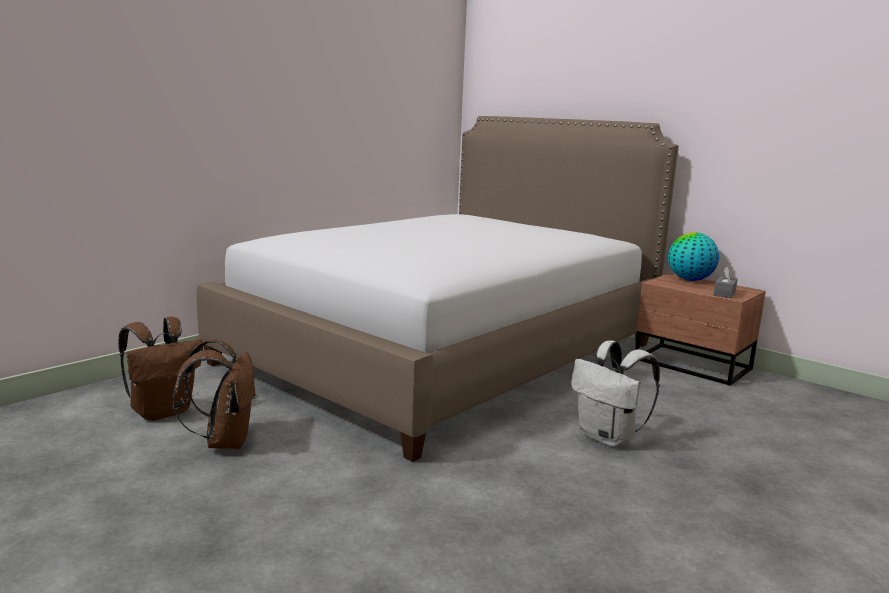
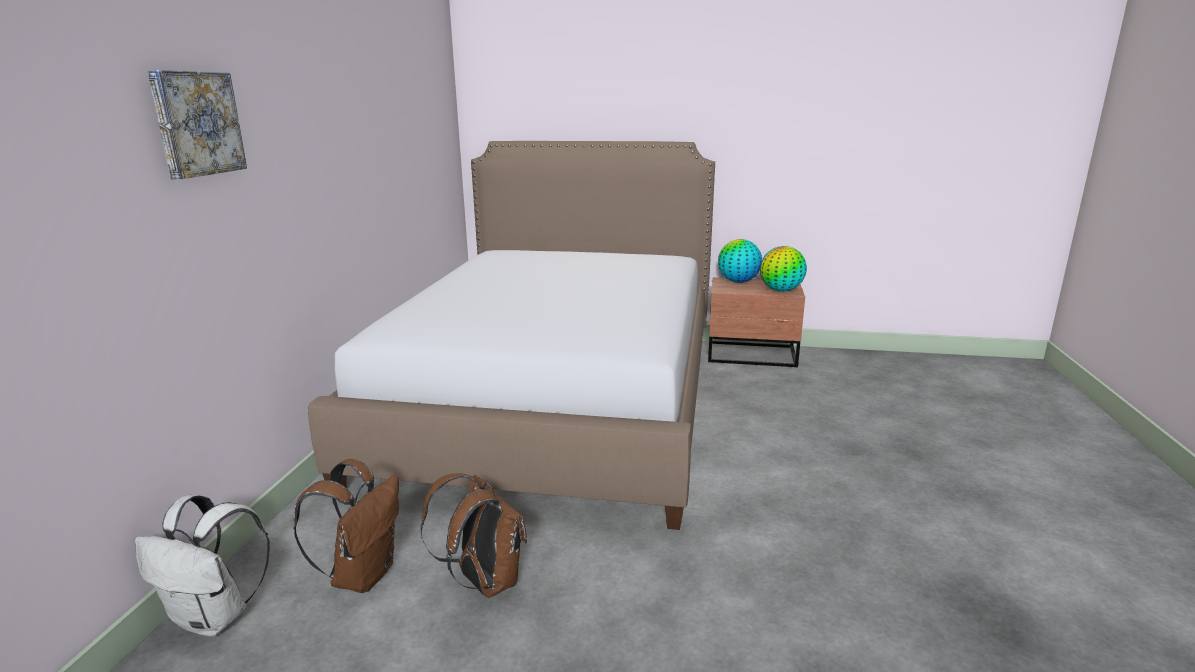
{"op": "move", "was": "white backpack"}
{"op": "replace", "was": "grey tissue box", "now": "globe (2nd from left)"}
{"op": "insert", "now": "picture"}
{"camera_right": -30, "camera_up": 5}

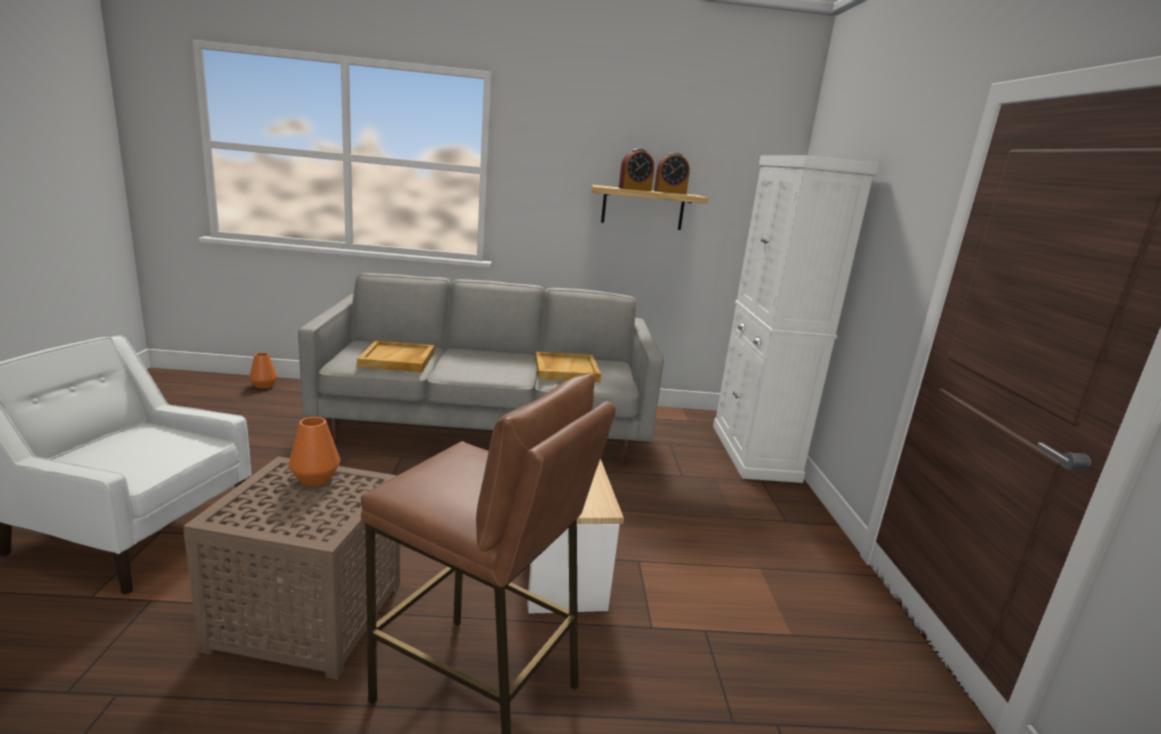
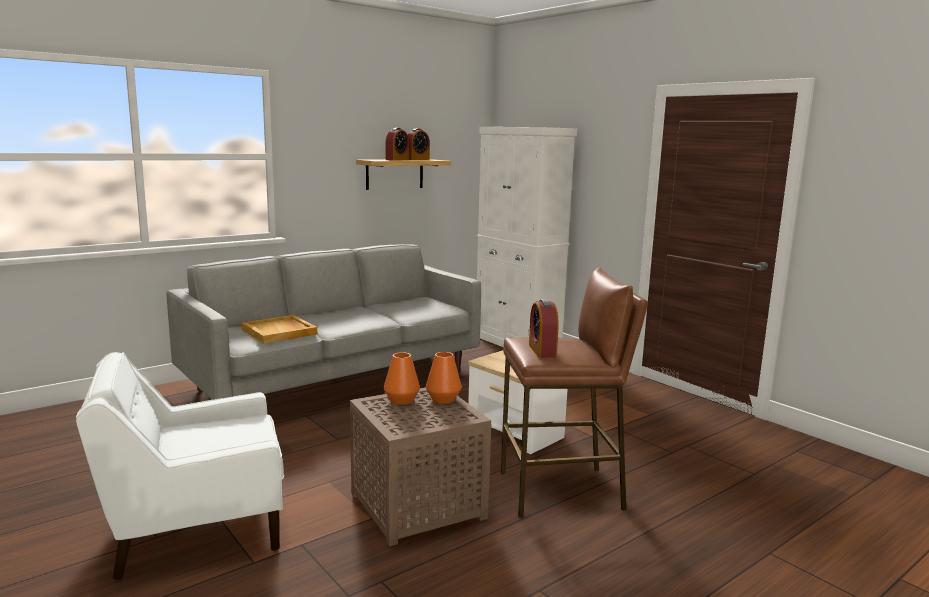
{"op": "move", "was": "orange vase (1st from left in the first image)", "now": "orange vase (2nd from left)"}
{"op": "delete", "was": "beige tray (2nd from left)"}
{"op": "insert", "now": "alarm clock (3rd from left)"}
{"camera_right": -35, "camera_up": -5}

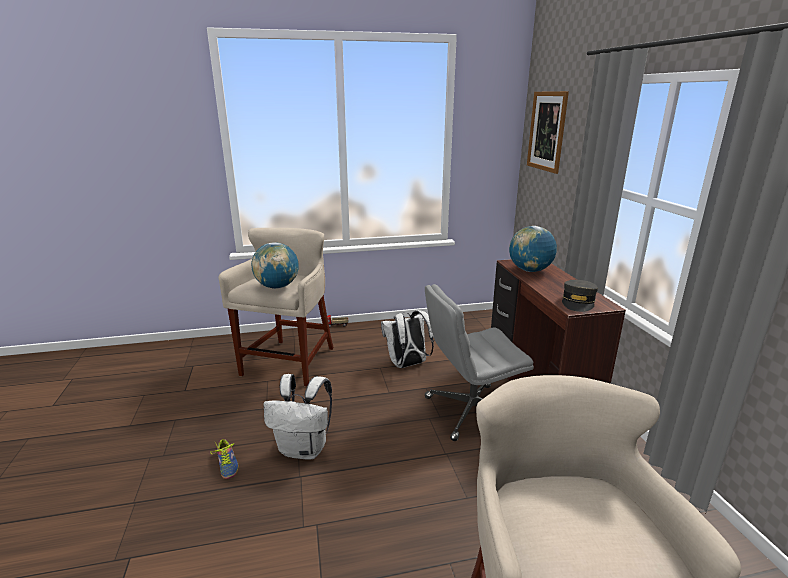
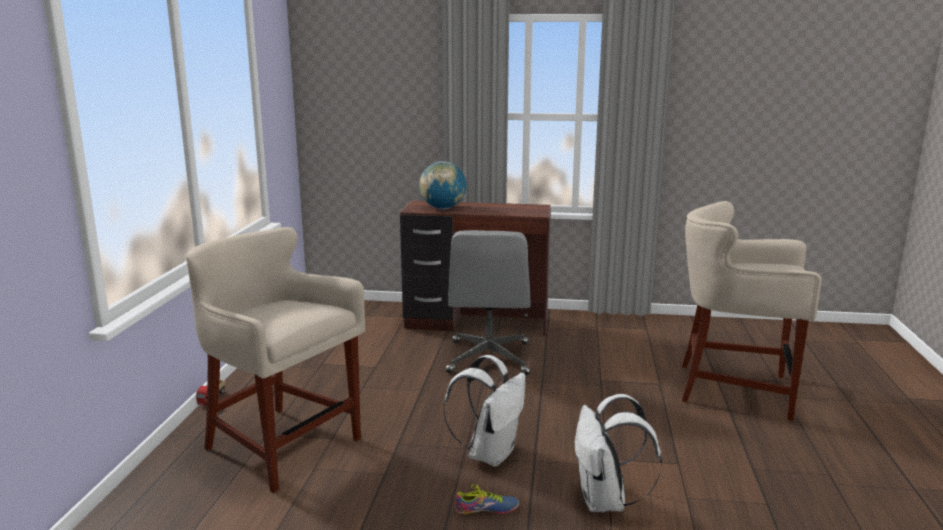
{"op": "delete", "was": "globe (1st from left)"}
{"op": "move", "was": "white backpack (2nd from left)"}
{"op": "delete", "was": "picture"}
{"op": "delete", "was": "grey cap"}
{"camera_right": -70, "camera_up": -5}

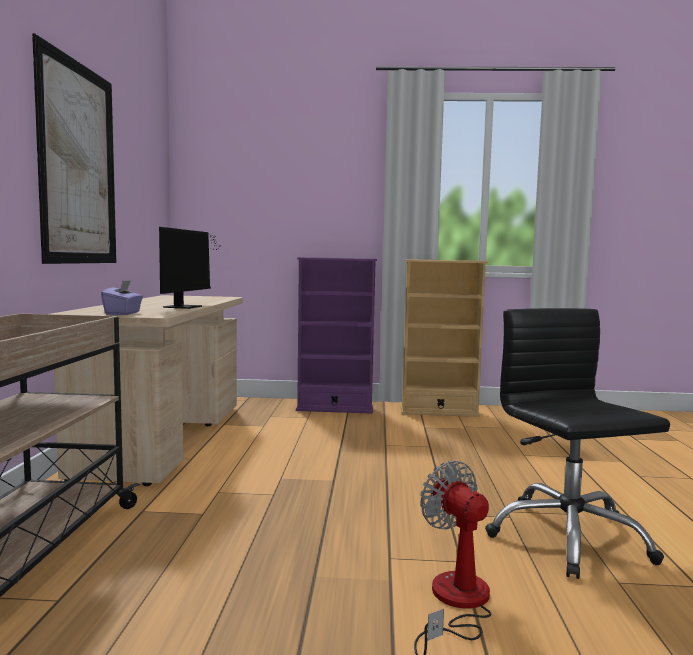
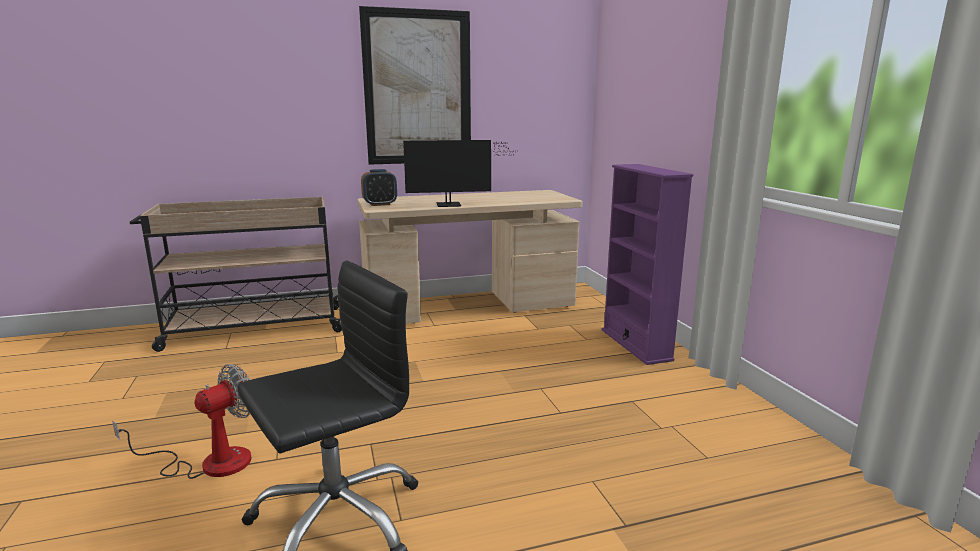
{"op": "replace", "was": "purple tissue box", "now": "alarm clock"}
{"op": "delete", "was": "beige bookcase"}
{"camera_right": 70, "camera_up": 10}

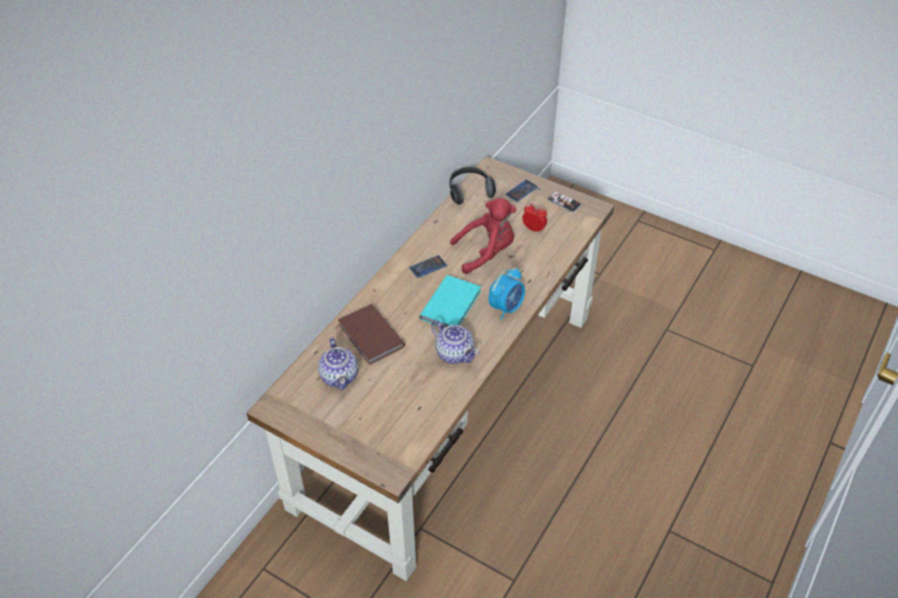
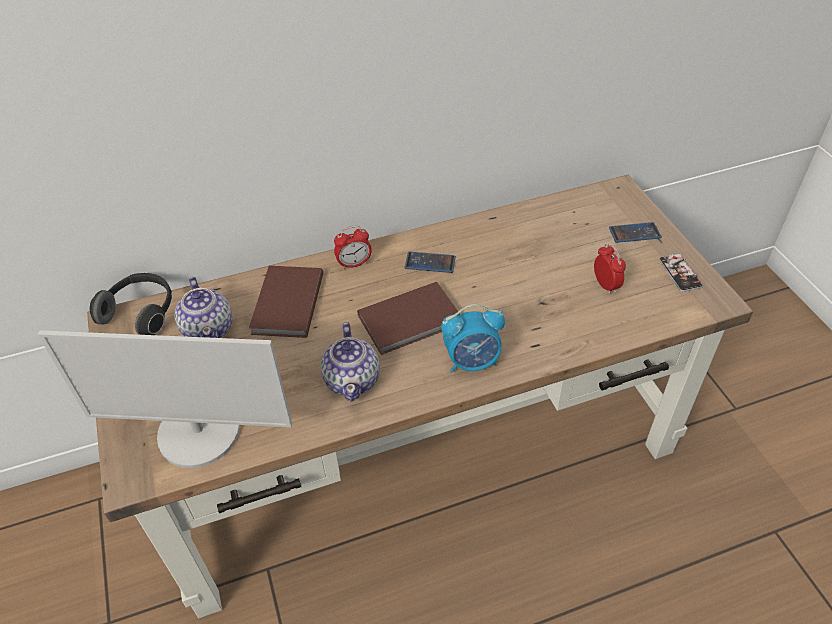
{"op": "rotate", "was": "teapot (1st from left)", "clockwise": -45}
{"op": "recolor", "was": "turquoise book", "now": "brown book (2nd from left)"}
{"op": "move", "was": "headphones"}
{"op": "delete", "was": "red plush toy"}
{"op": "insert", "now": "monitor"}
{"op": "insert", "now": "alarm clock (1st from left)"}
{"camera_right": 40, "camera_up": 0}

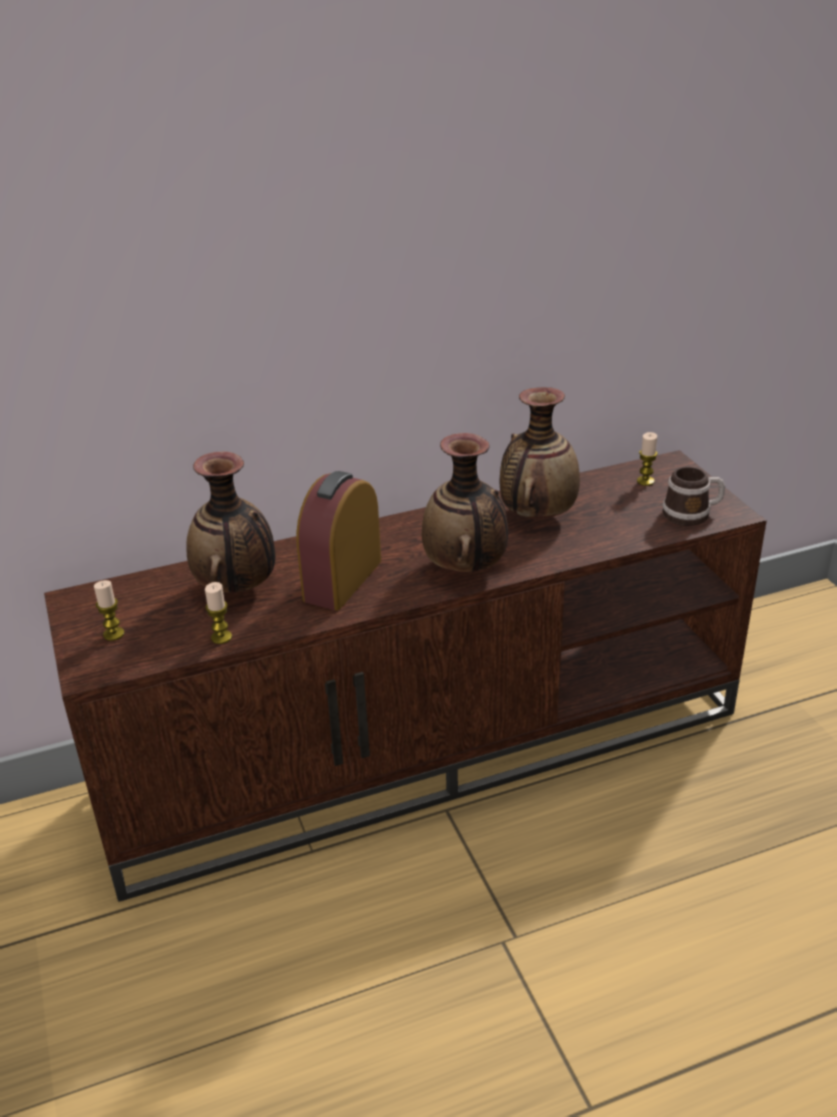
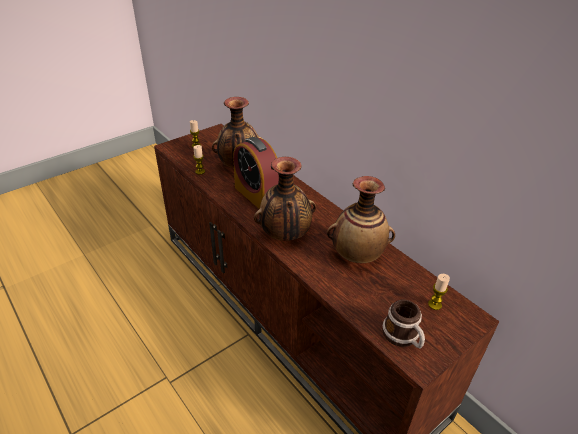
{"op": "rotate", "was": "alarm clock", "clockwise": -135}
{"camera_right": 70, "camera_up": 5}

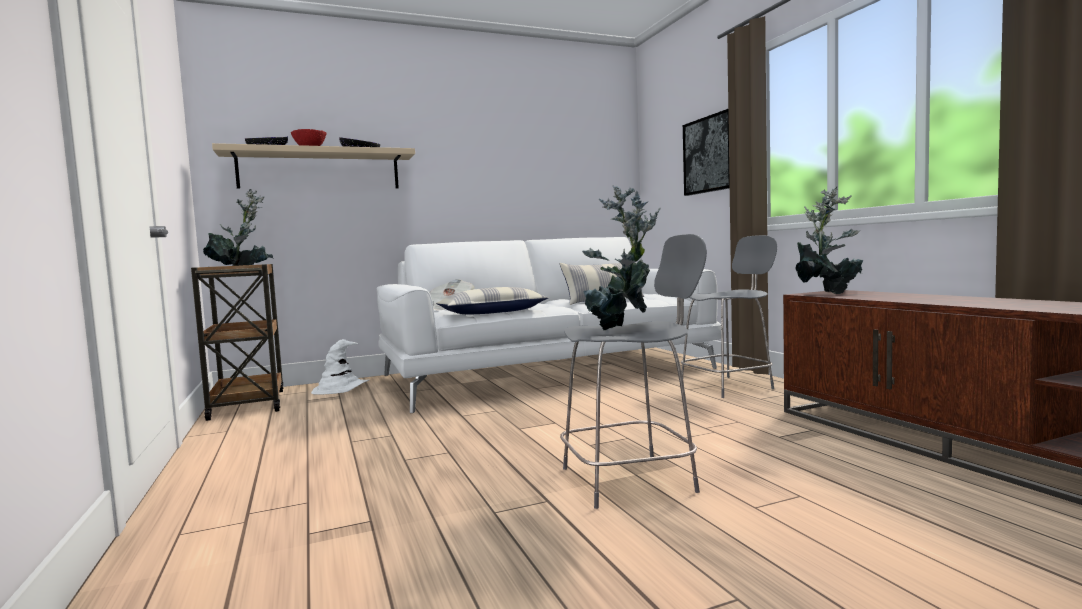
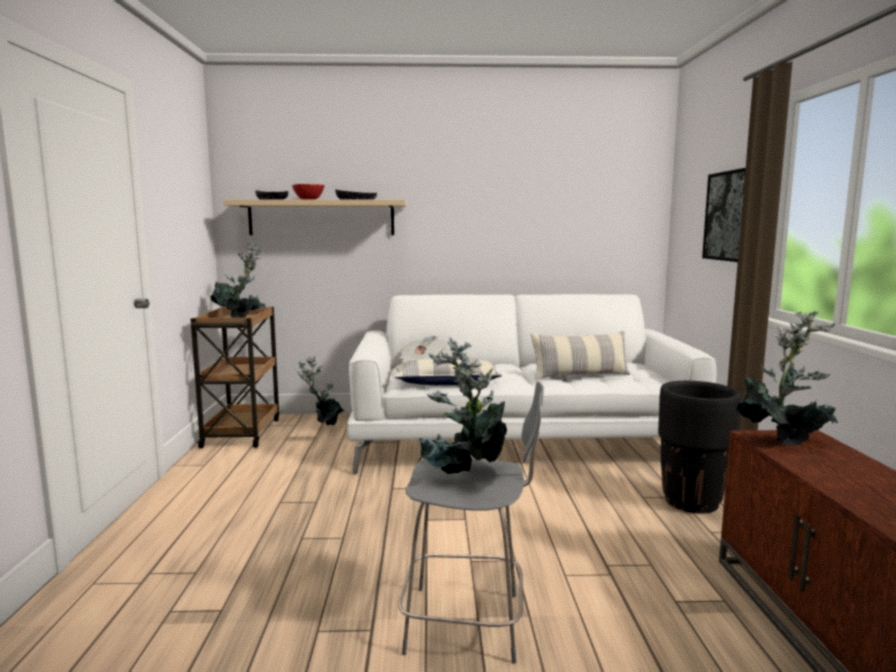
{"op": "replace", "was": "white hat", "now": "potted plant (2nd from left)"}
{"op": "replace", "was": "grey stool (2nd from left)", "now": "black planter"}
{"camera_right": 20, "camera_up": 5}

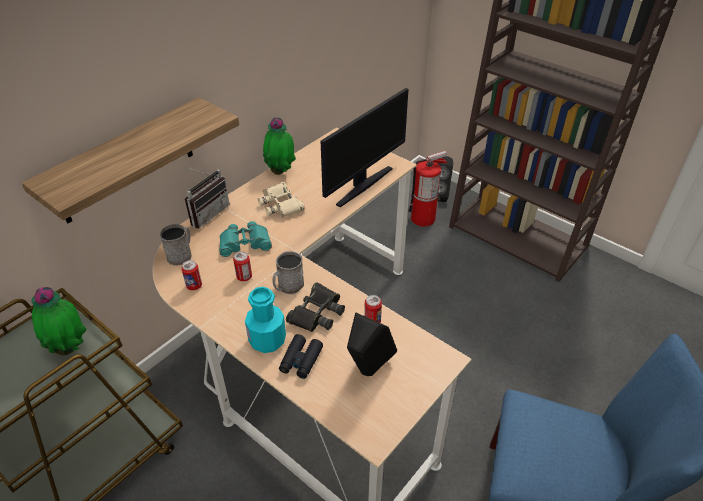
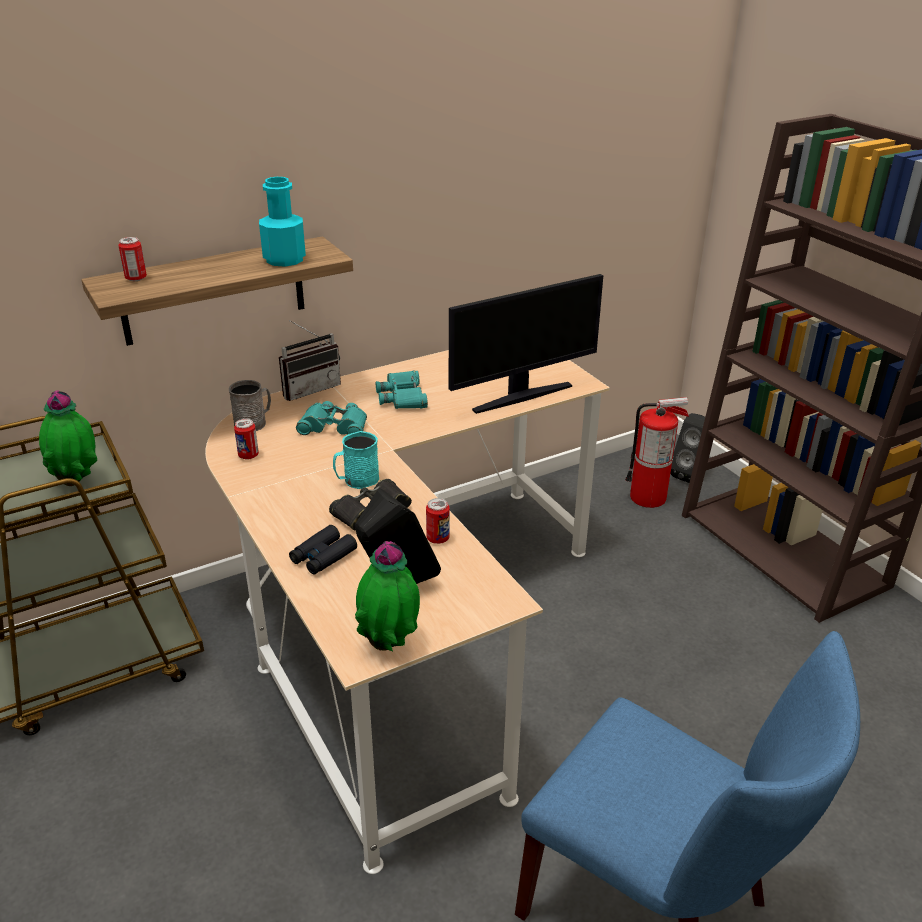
{"op": "move", "was": "can (2nd from left in the first image)", "now": "can (1st from left)"}
{"op": "move", "was": "turquoise bottle"}
{"op": "recolor", "was": "beige binoculars", "now": "turquoise binoculars (2nd from left)"}
{"op": "move", "was": "potted plant (2nd from left)"}
{"op": "recolor", "was": "grey mug (2nd from left)", "now": "turquoise mug"}
{"camera_right": 20, "camera_up": -10}

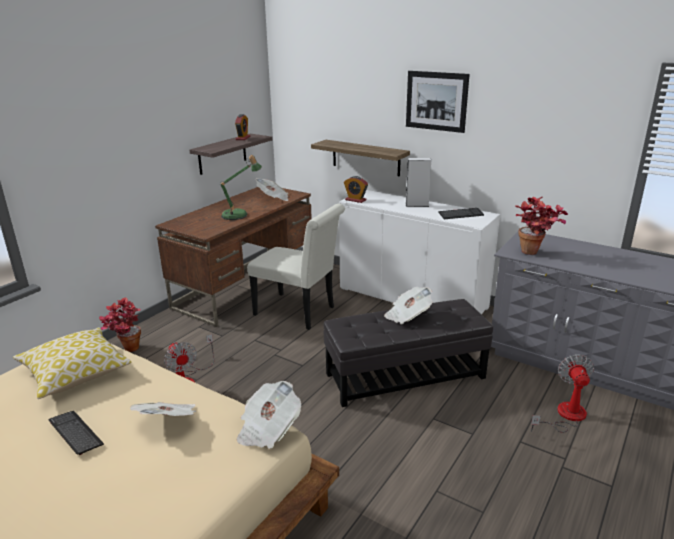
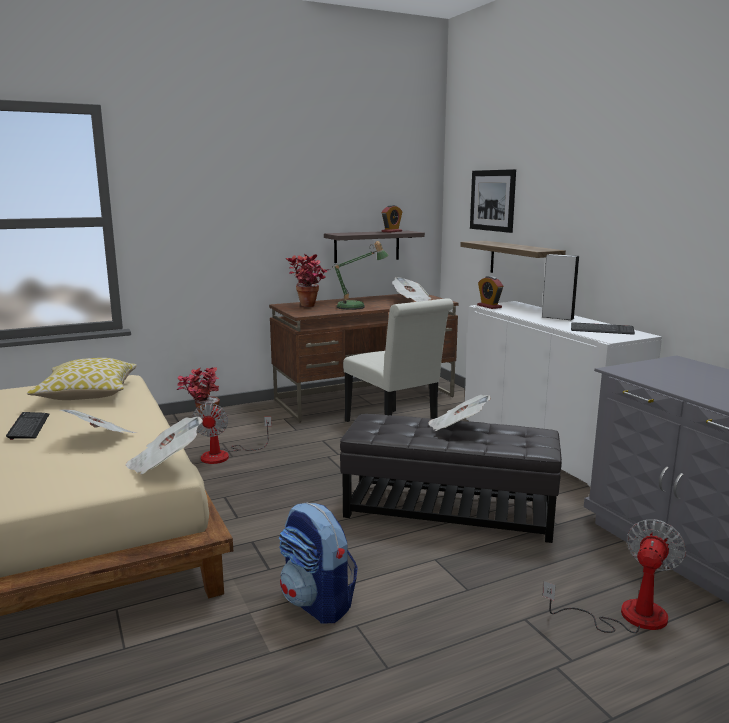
{"op": "move", "was": "picture"}
{"op": "move", "was": "potted plant (2nd from left)"}
{"op": "insert", "now": "backpack"}
{"camera_right": 30, "camera_up": -10}

